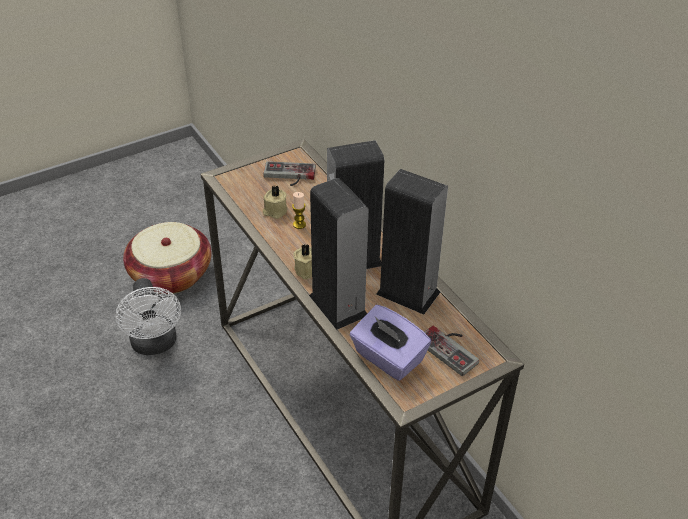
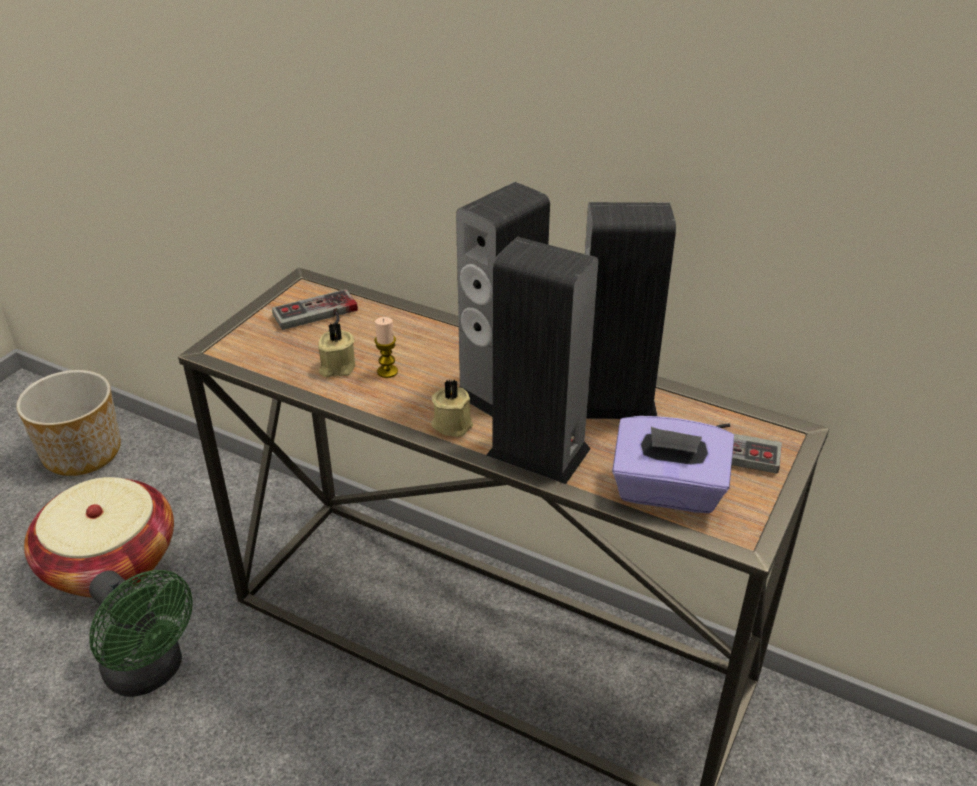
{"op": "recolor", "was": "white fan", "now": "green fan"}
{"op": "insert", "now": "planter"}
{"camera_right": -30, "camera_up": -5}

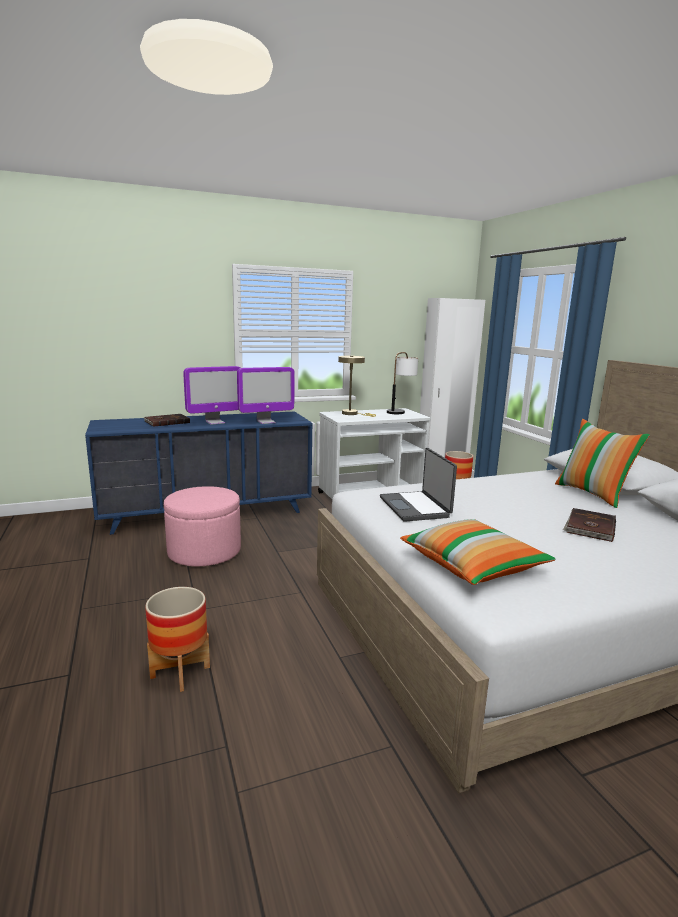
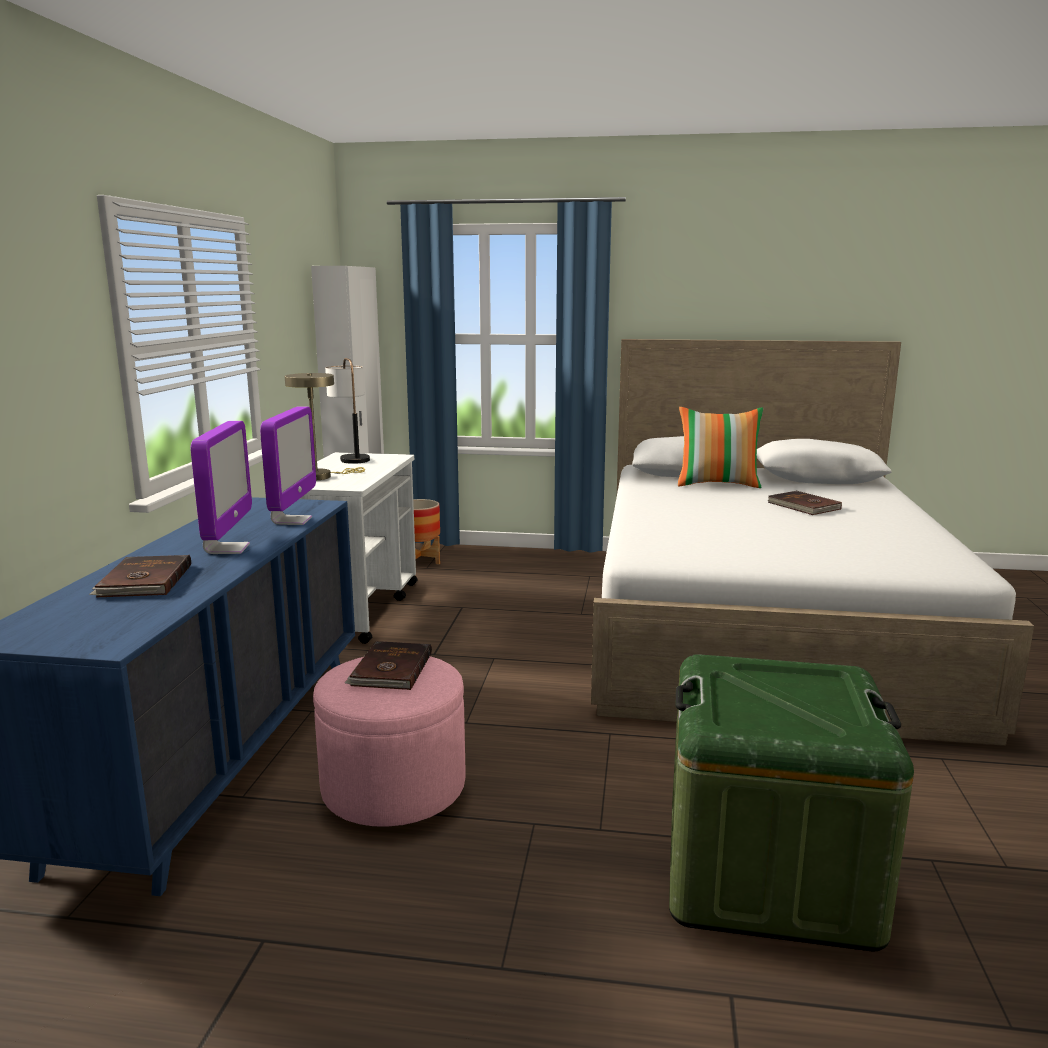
{"op": "replace", "was": "planter (1st from left)", "now": "green storage box"}
{"op": "delete", "was": "laptop"}
{"op": "delete", "was": "pillow (1st from left)"}
{"op": "insert", "now": "brown book (2nd from left)"}
{"camera_right": -60, "camera_up": 0}

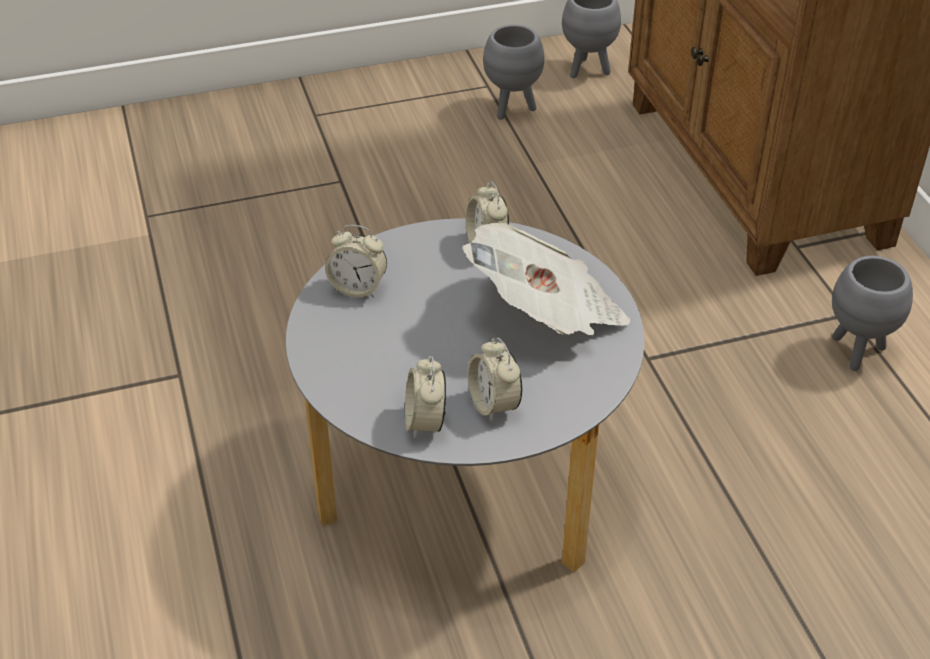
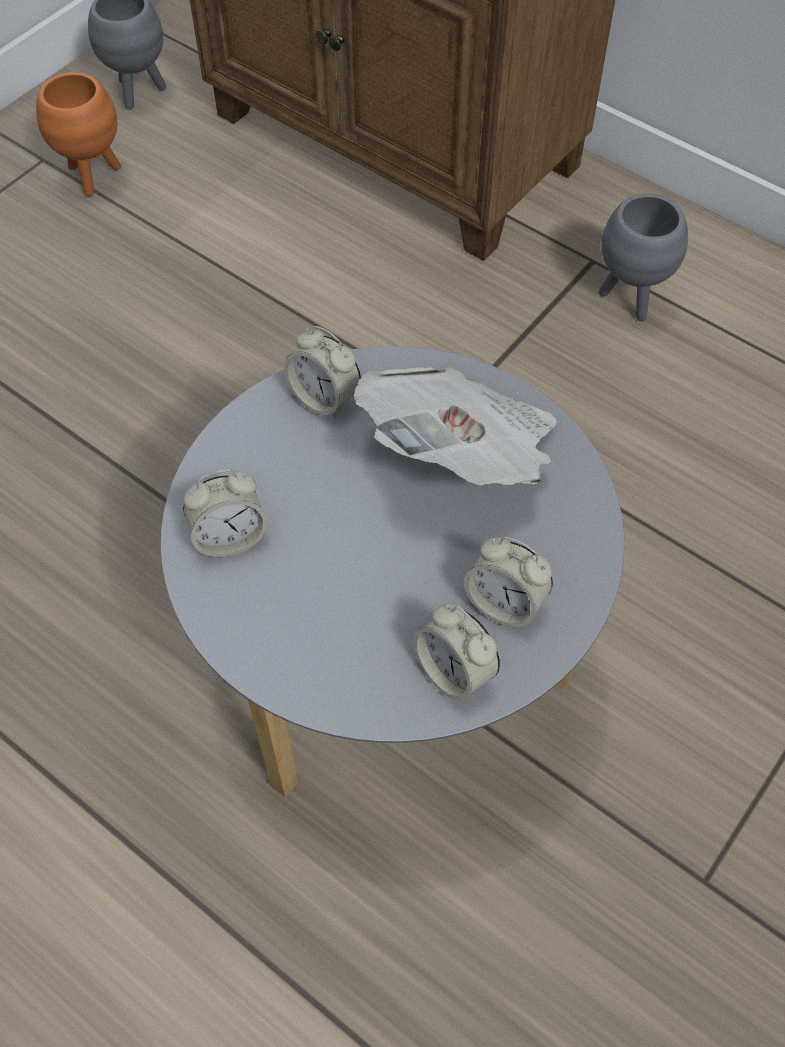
{"op": "recolor", "was": "grey planter (1st from left)", "now": "orange planter"}
{"camera_right": -35, "camera_up": 15}

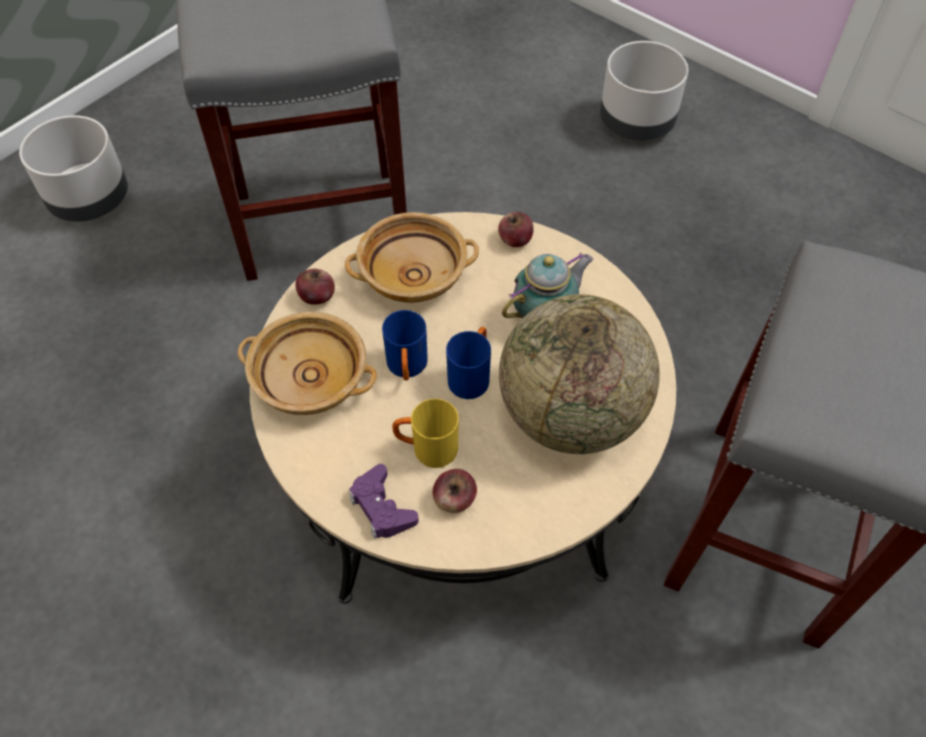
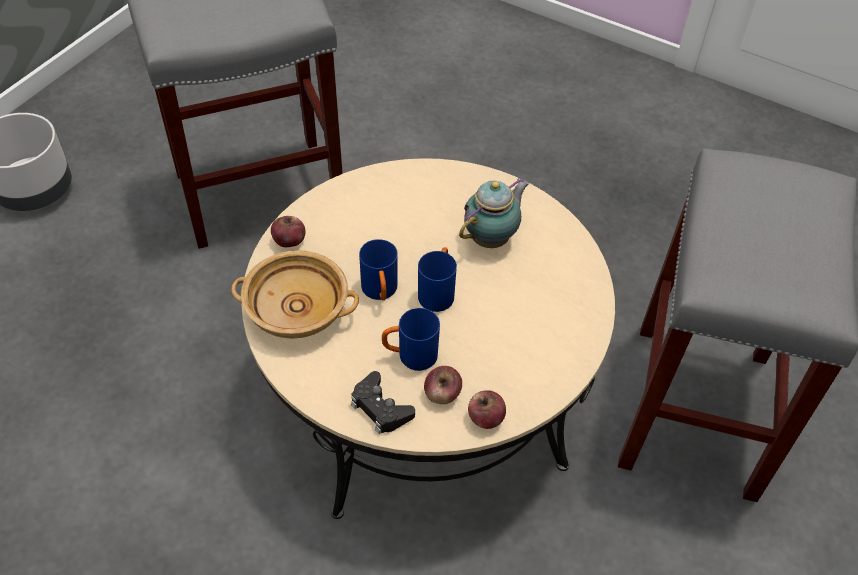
{"op": "delete", "was": "beige bowl (2nd from left)"}
{"op": "recolor", "was": "purple game controller", "now": "black game controller"}
{"op": "recolor", "was": "yellow mug", "now": "blue mug (2nd from left)"}
{"op": "move", "was": "apple (3rd from left)"}
{"op": "delete", "was": "globe"}
{"op": "delete", "was": "grey planter (2nd from left)"}
{"camera_right": -10, "camera_up": -5}

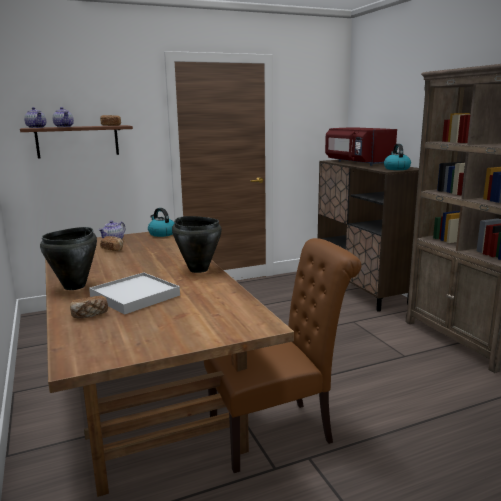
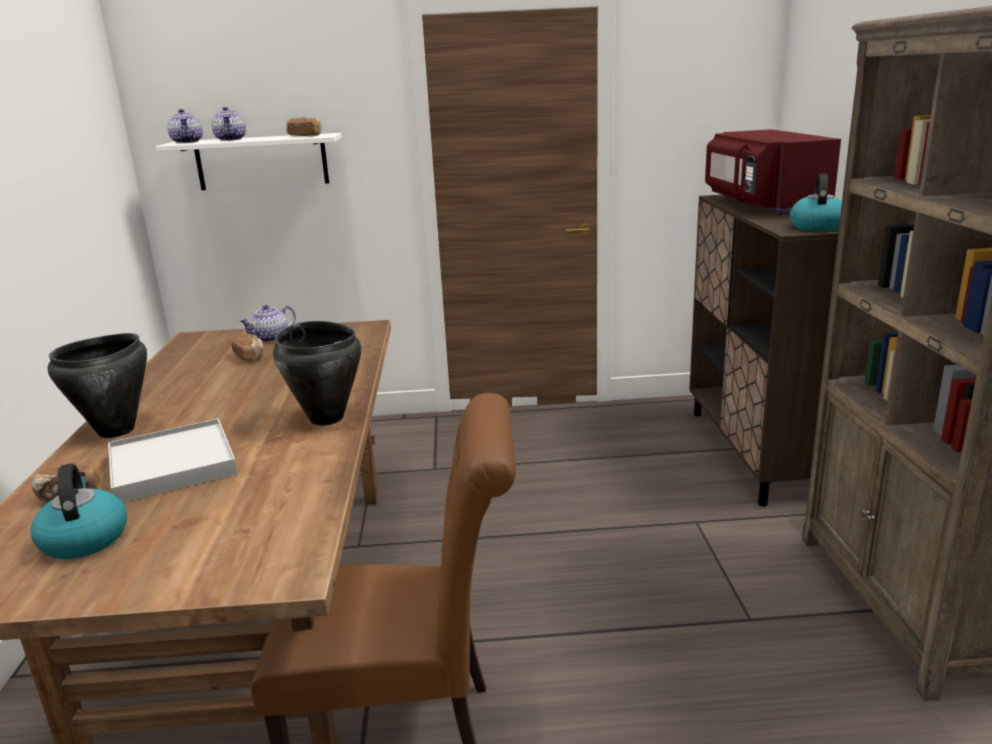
{"op": "recolor", "was": "brown shelf", "now": "white shelf"}
{"op": "move", "was": "kettle (1st from left)"}
{"camera_right": 20, "camera_up": 5}

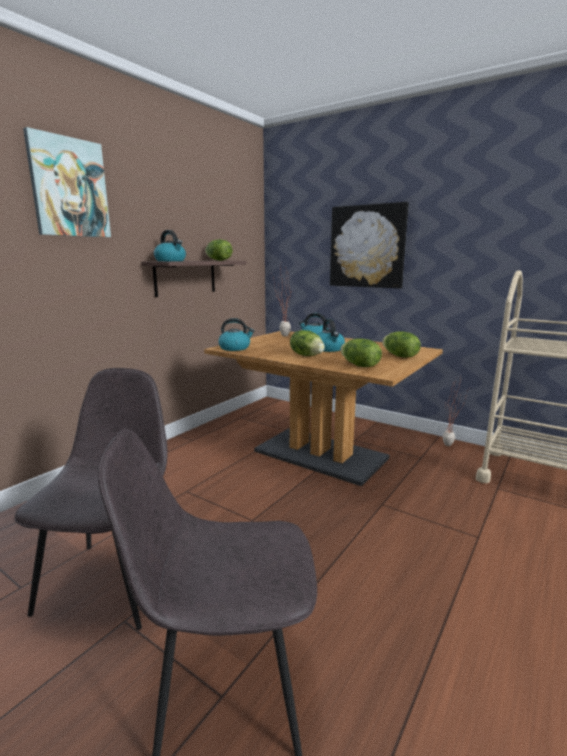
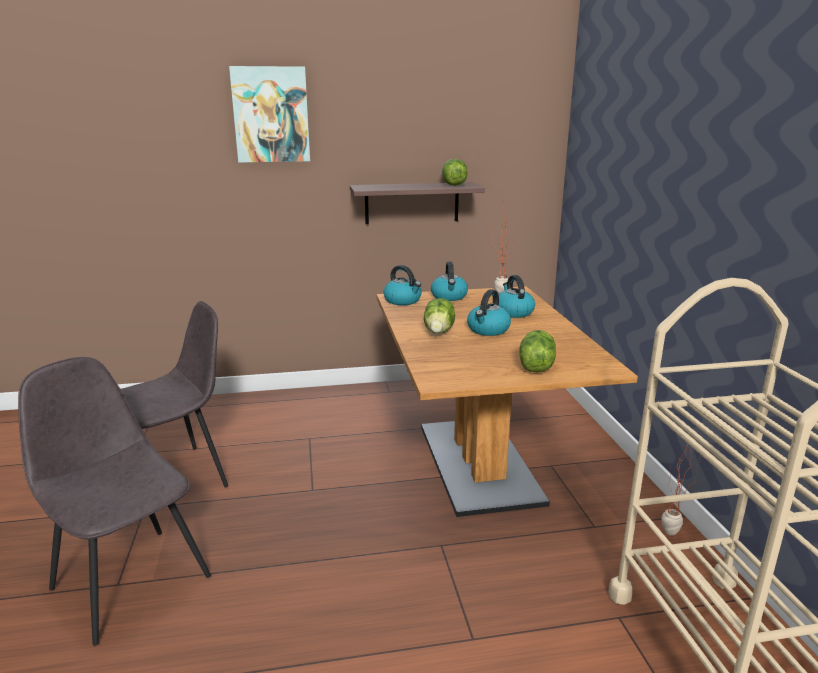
{"op": "move", "was": "kettle (1st from left in the first image)", "now": "kettle (2nd from left)"}
{"op": "delete", "was": "picture (2nd from left)"}
{"op": "delete", "was": "lettuce (3rd from left)"}
{"camera_right": 45, "camera_up": 5}

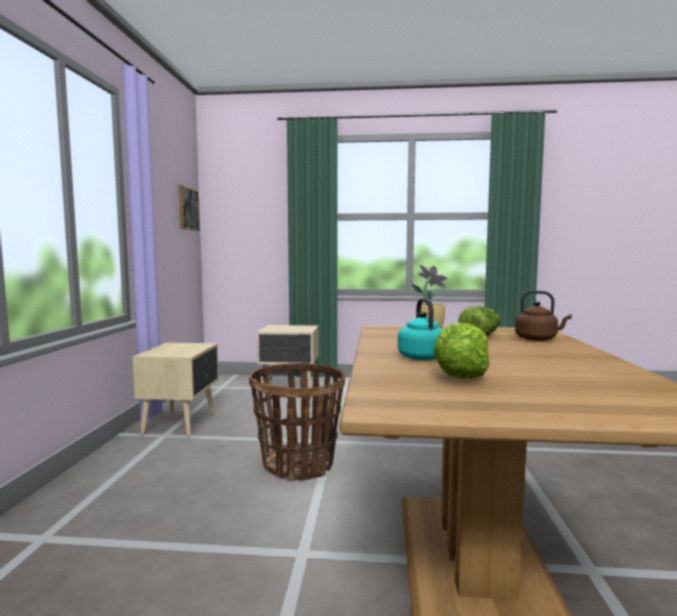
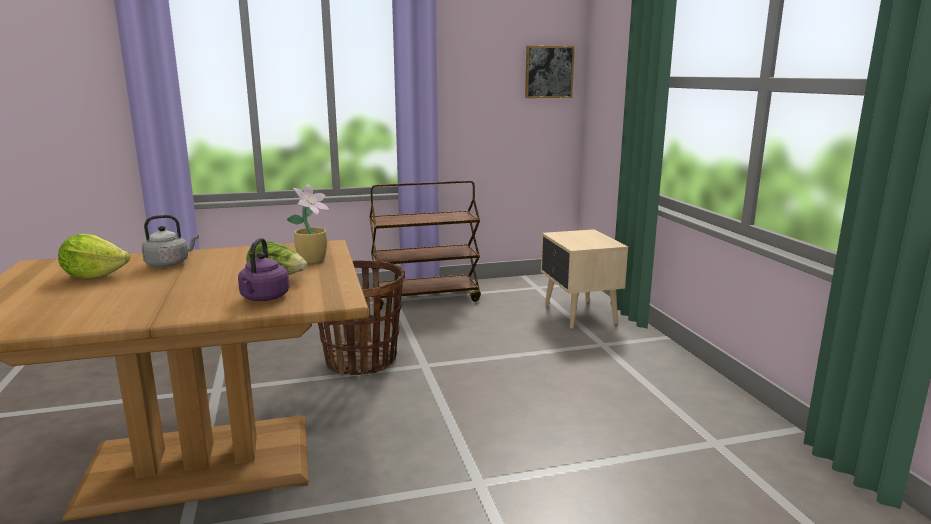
{"op": "replace", "was": "beige nightstand (1st from left)", "now": "brown cart"}
{"op": "recolor", "was": "turquoise kettle", "now": "grey kettle"}
{"op": "recolor", "was": "brown kettle", "now": "purple kettle"}
{"camera_right": 70, "camera_up": 10}

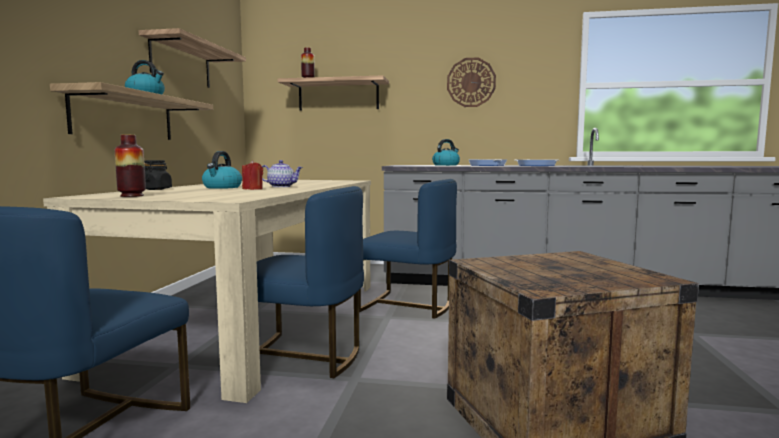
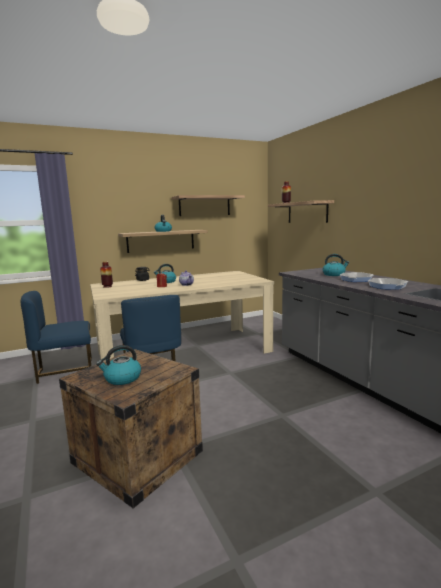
{"op": "delete", "was": "blue chair (3rd from left)"}
{"op": "delete", "was": "wall clock"}
{"op": "insert", "now": "kettle (1st from left)"}
{"camera_right": 55, "camera_up": 5}

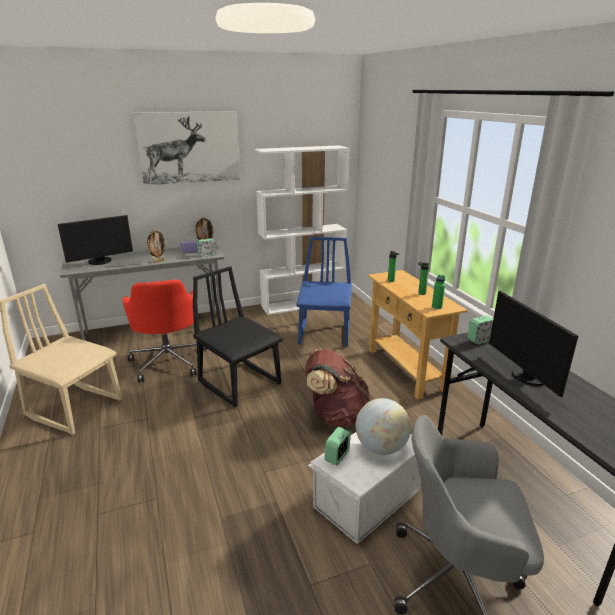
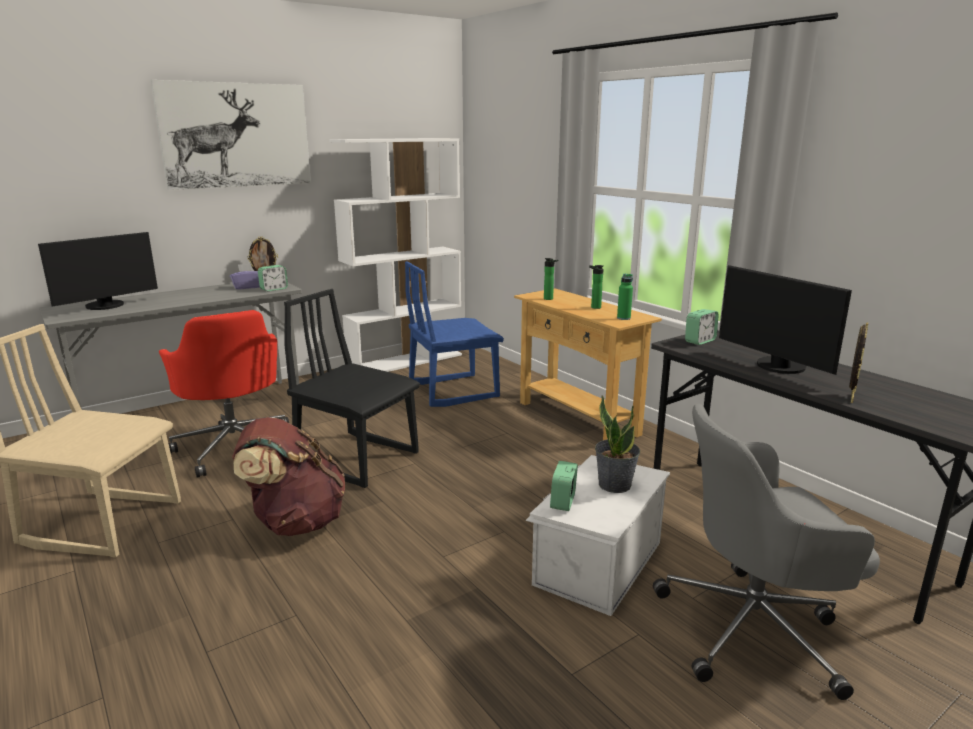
{"op": "move", "was": "picture frame (1st from left in the first image)", "now": "picture frame (2nd from left)"}
{"op": "rotate", "was": "blue chair", "clockwise": -105}
{"op": "move", "was": "brown backpack"}
{"op": "replace", "was": "globe", "now": "potted plant"}
{"camera_right": -15, "camera_up": -5}

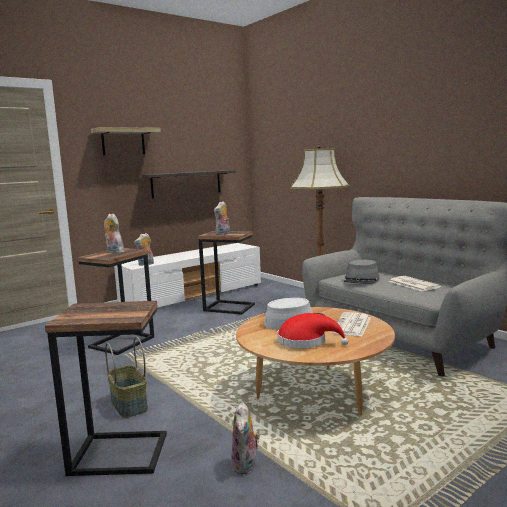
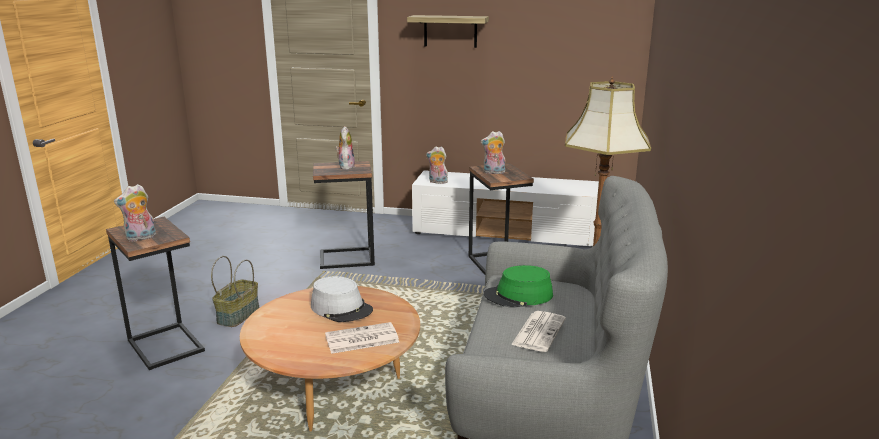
{"op": "delete", "was": "shelf (2nd from left)"}
{"op": "move", "was": "plush toy (4th from left in the first image)", "now": "plush toy (1st from left)"}
{"op": "delete", "was": "red hat"}
{"op": "recolor", "was": "grey hat (2nd from left)", "now": "green hat"}
{"camera_right": 50, "camera_up": 10}

